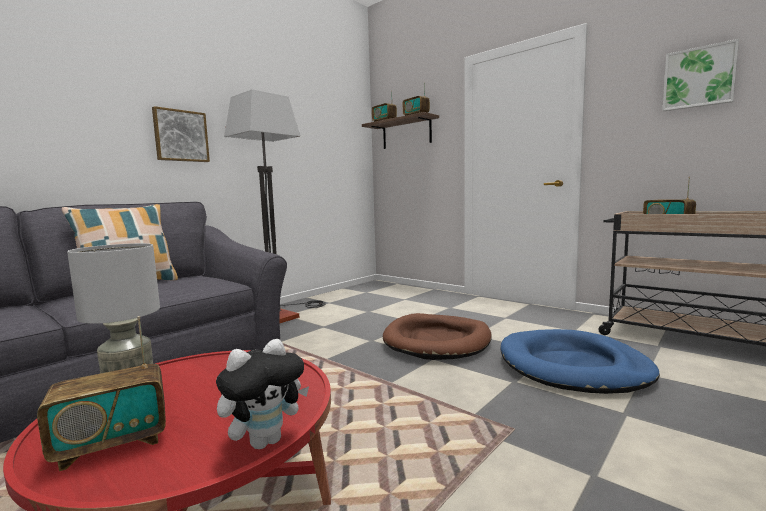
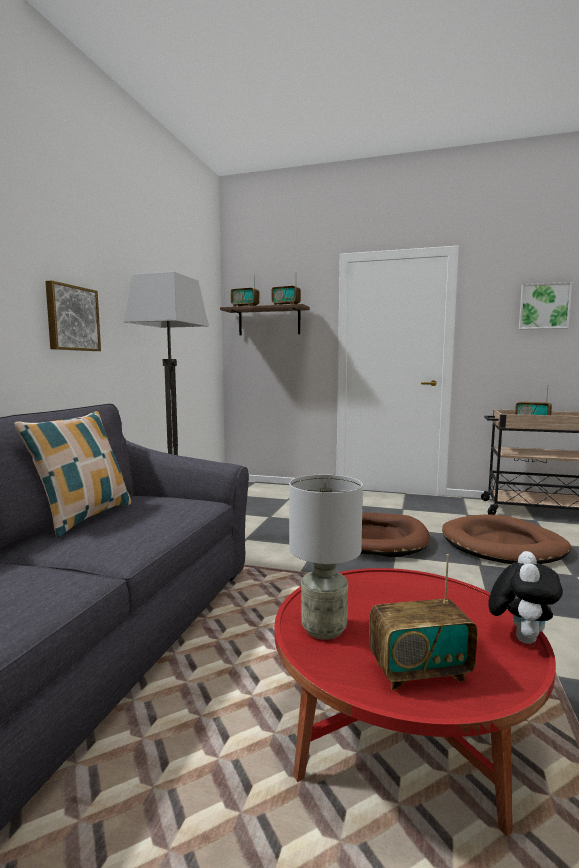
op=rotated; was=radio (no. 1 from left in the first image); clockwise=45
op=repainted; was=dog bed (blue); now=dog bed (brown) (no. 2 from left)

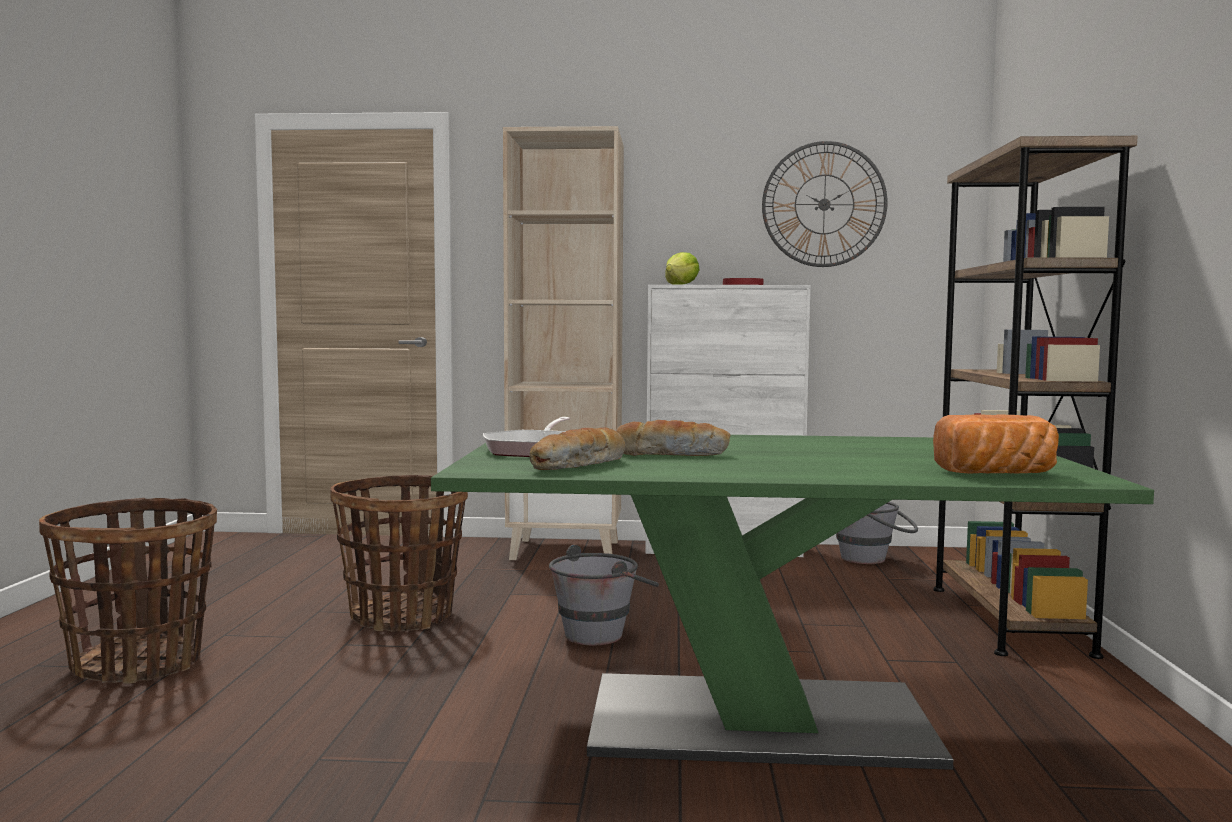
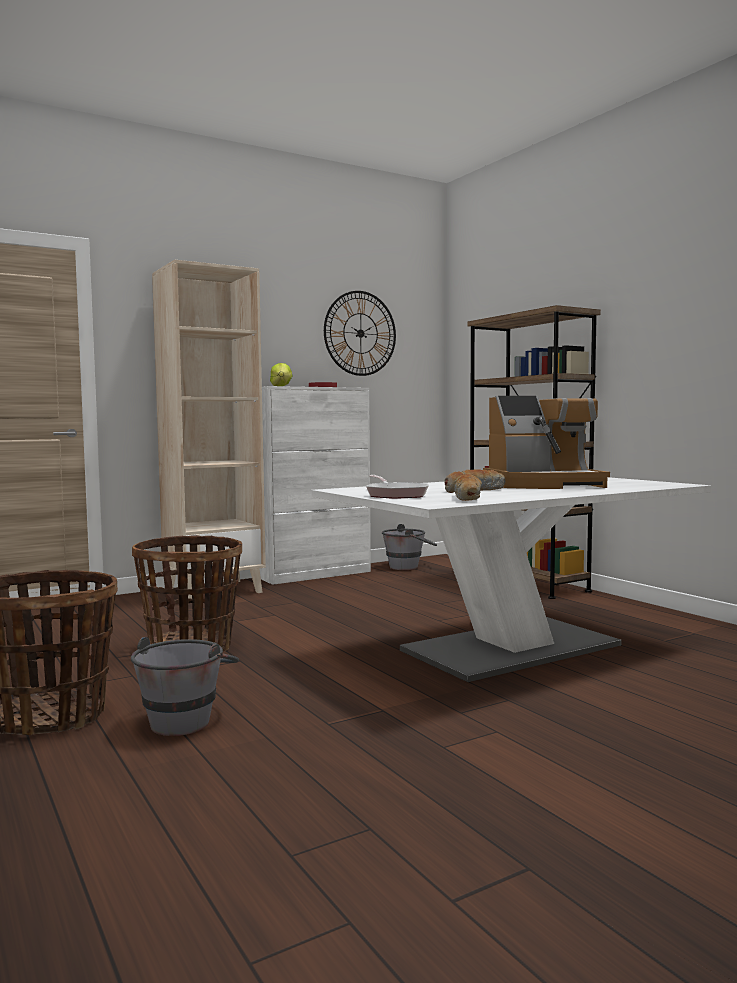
op=repainted; was=dining table (green); now=dining table (white)
op=shifted; was=bucket (grey) (no. 1 from left)
op=gone; was=bread (no. 3 from left)
op=new; now=coffee machine

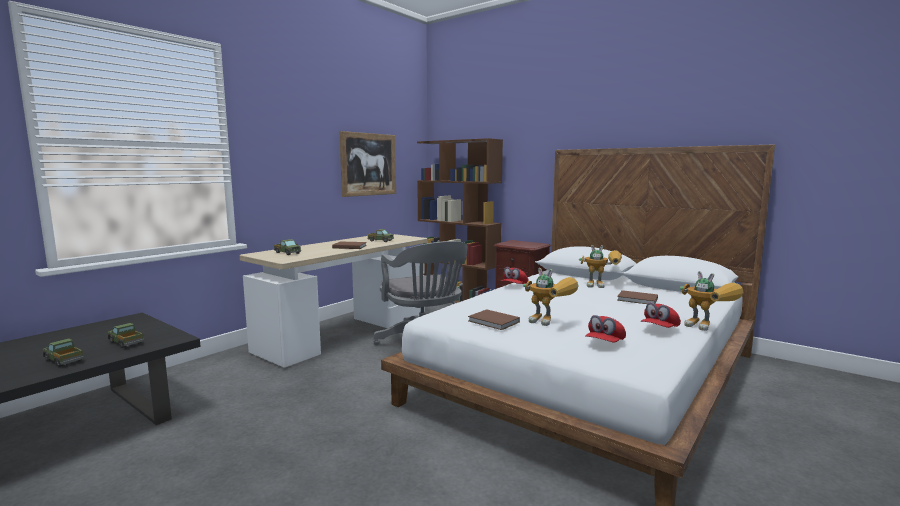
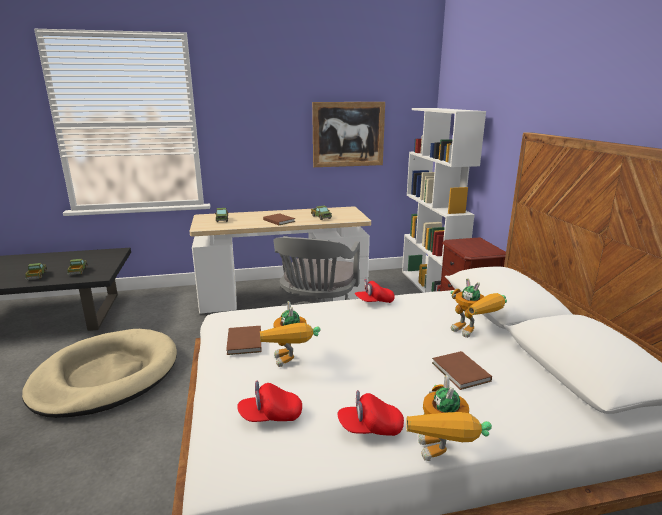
op=repainted; was=bookcase (brown); now=bookcase (white)
op=new; now=dog bed (beige)

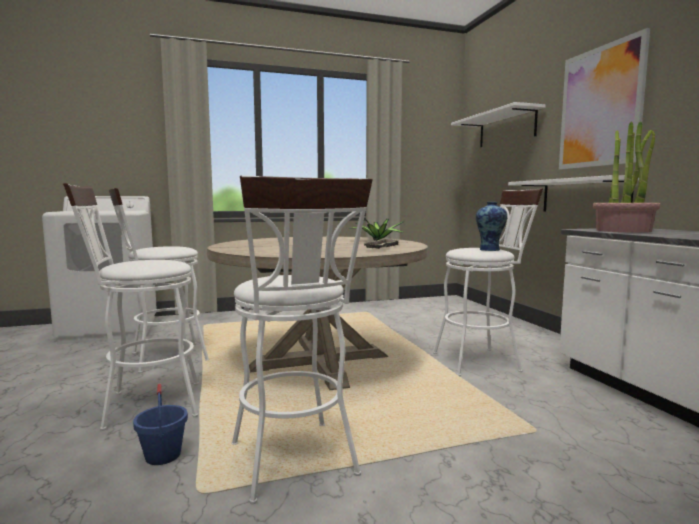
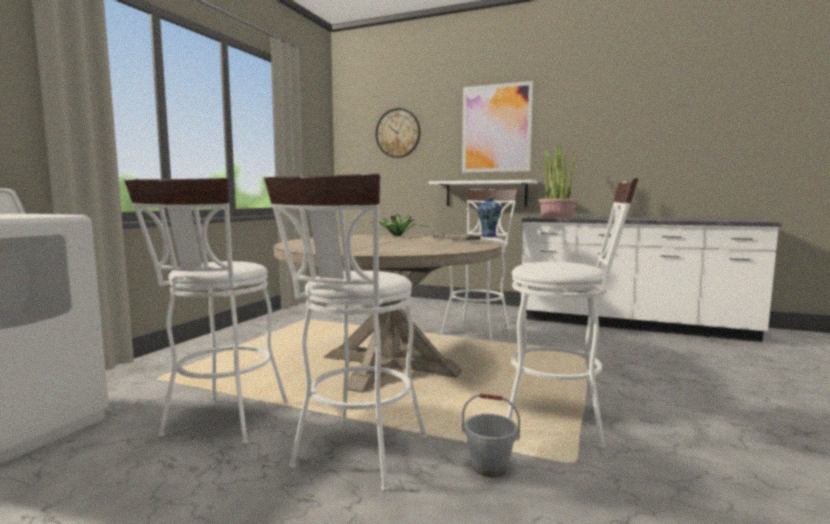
op=repainted; was=bucket (blue); now=bucket (grey)
op=swapped; was=shelf (white) (no. 1 from left); now=wall clock

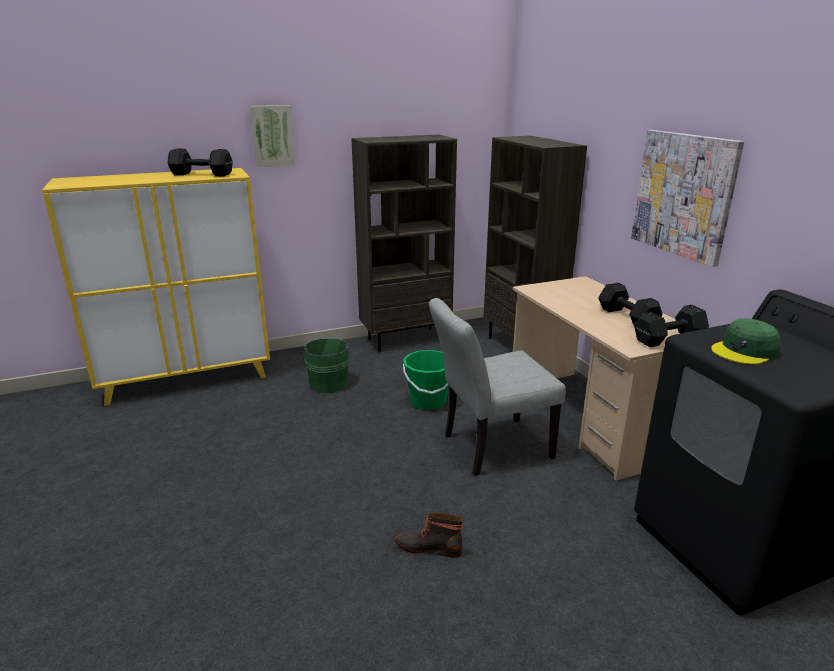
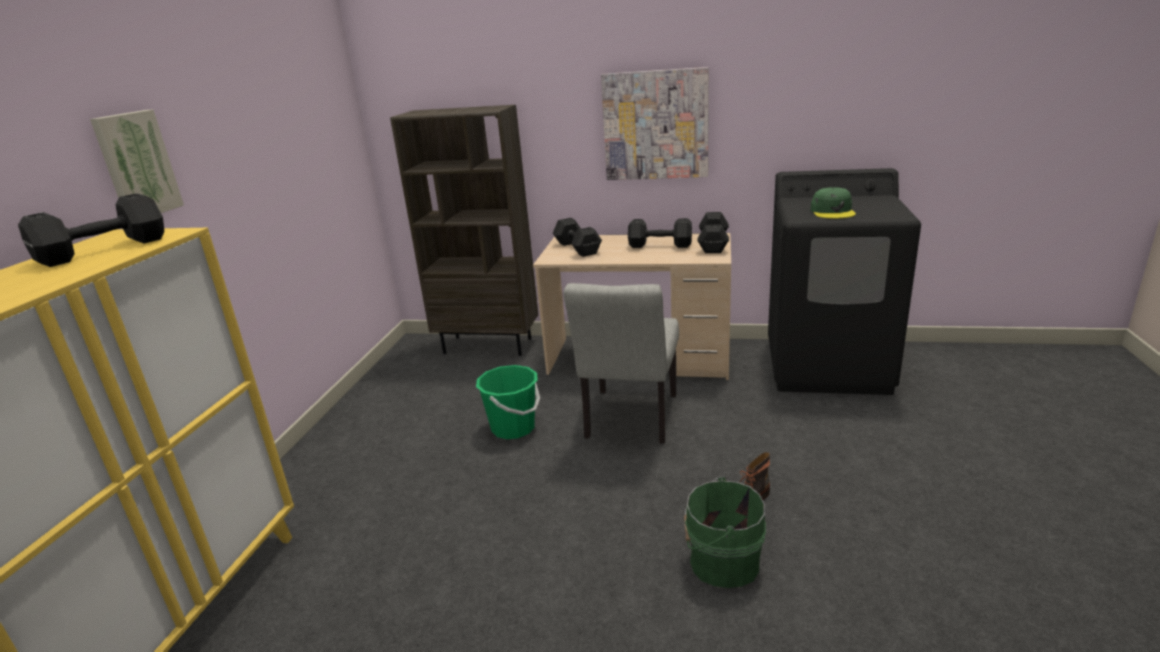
op=shifted; was=bucket (green) (no. 1 from left in the first image); now=bucket (green) (no. 2 from left)
op=gone; was=bookcase (brown) (no. 1 from left)
op=new; now=dumbbell (black) (no. 2 from left)

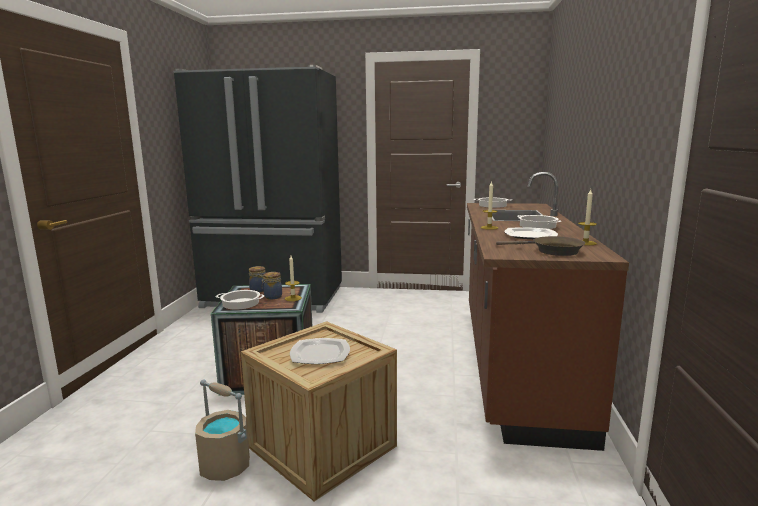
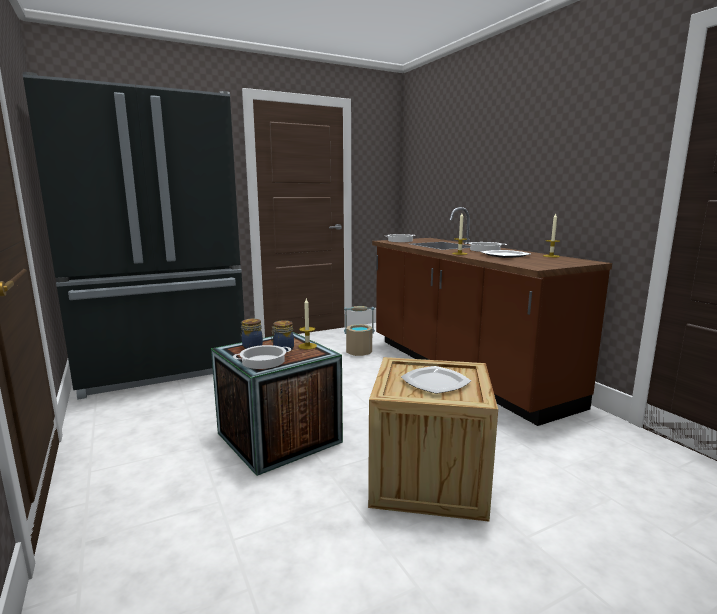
op=shifted; was=bucket (beige)
op=gone; was=frying pan (brown)

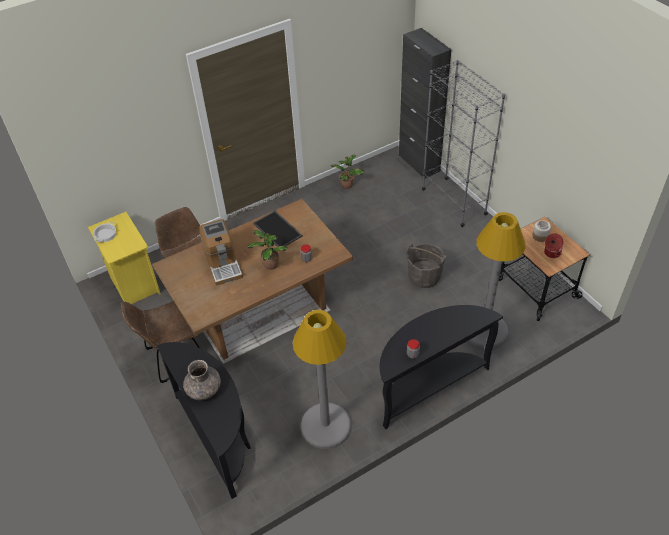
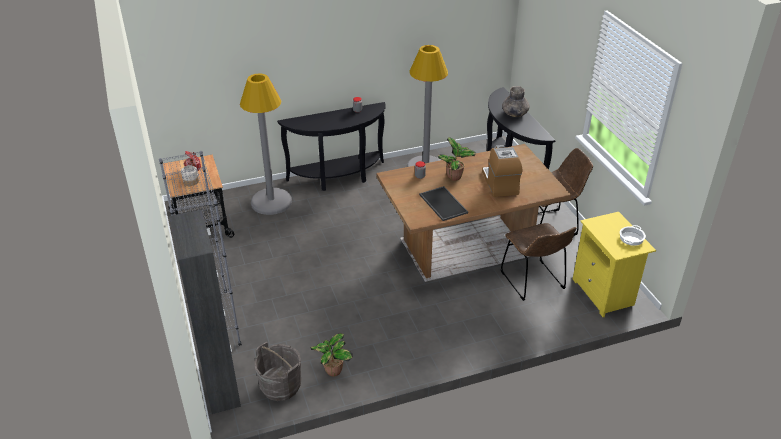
op=shifted; was=bucket (grey)

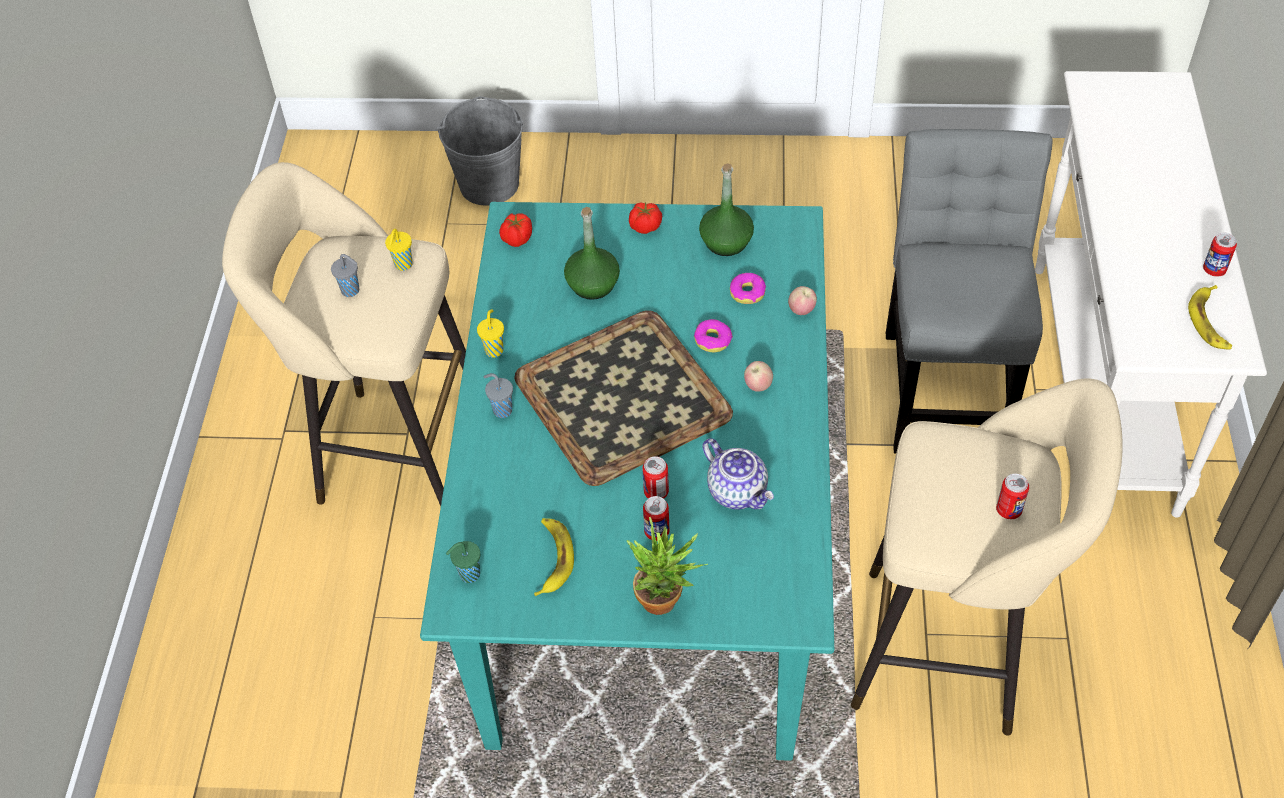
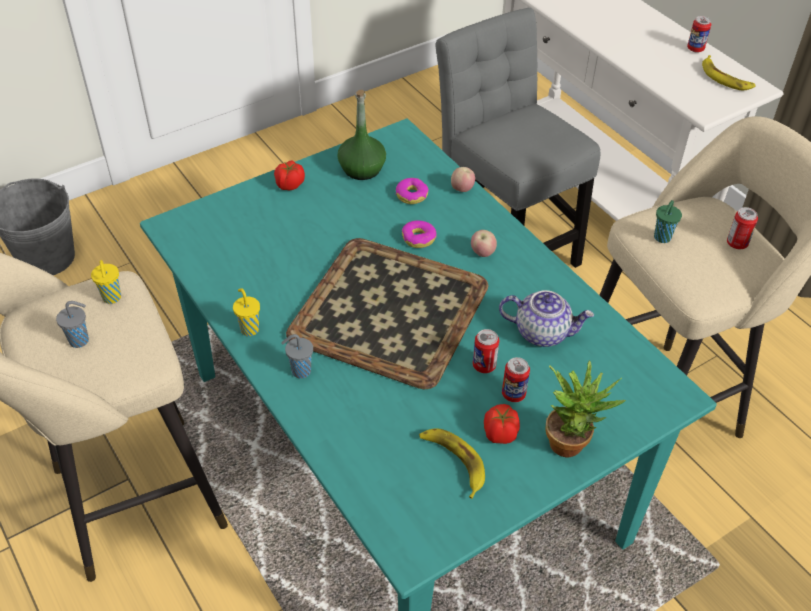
op=shifted; was=cup (green)
op=shifted; was=tomato (no. 1 from left in the first image); now=tomato (no. 2 from left)
op=gone; was=bottle (green) (no. 1 from left)

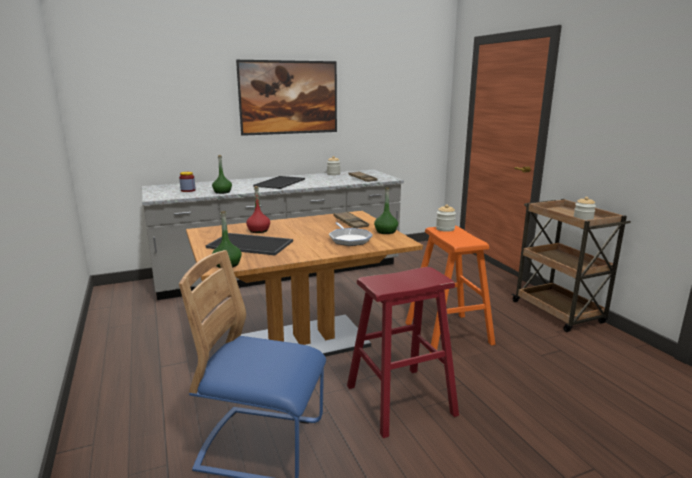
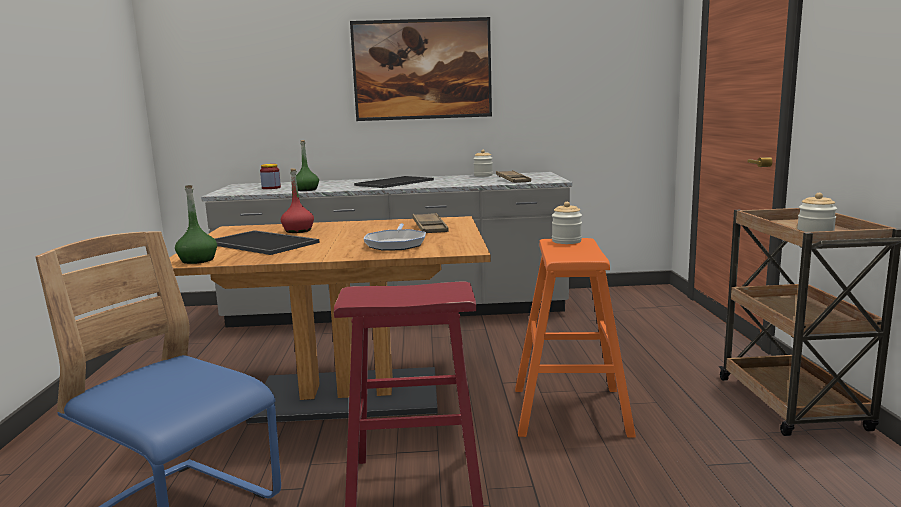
op=gone; was=bottle (green) (no. 3 from left)

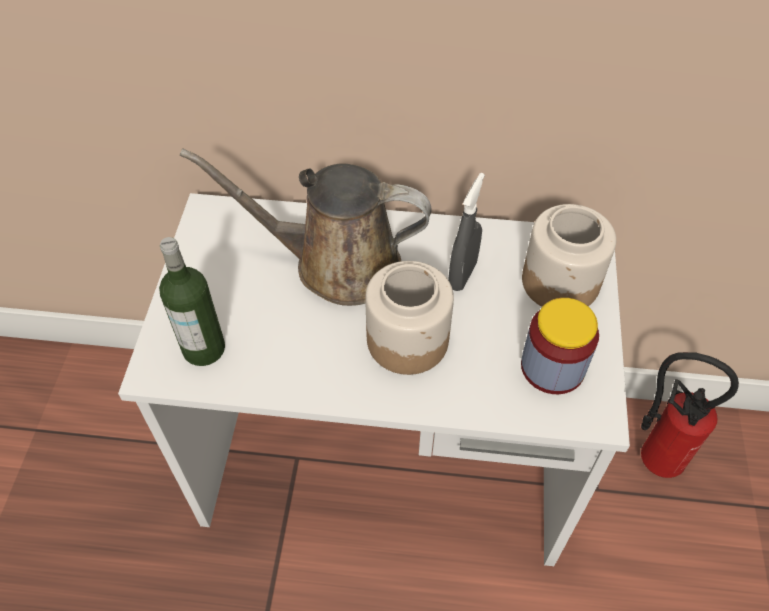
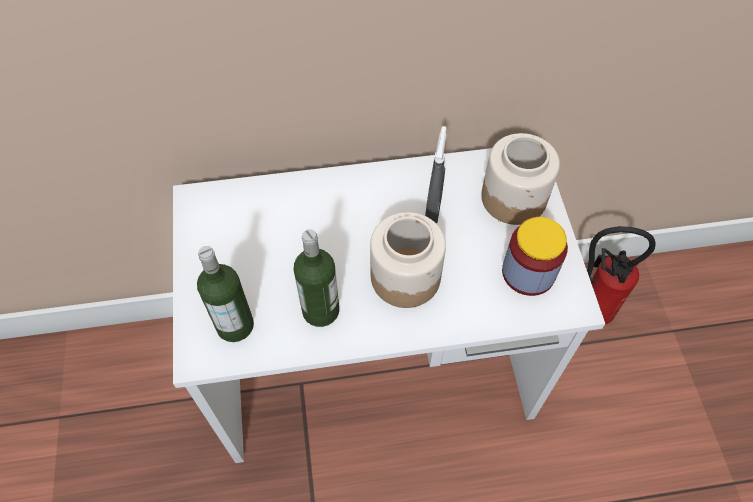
op=gone; was=watering can (brown)
op=new; now=bottle (no. 2 from left)

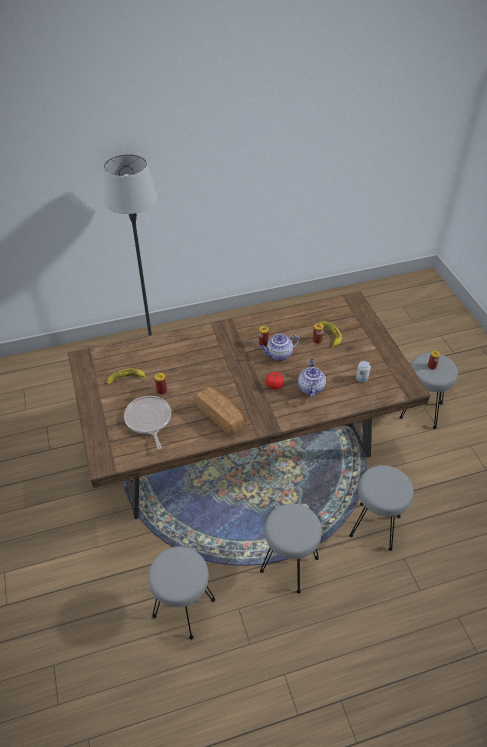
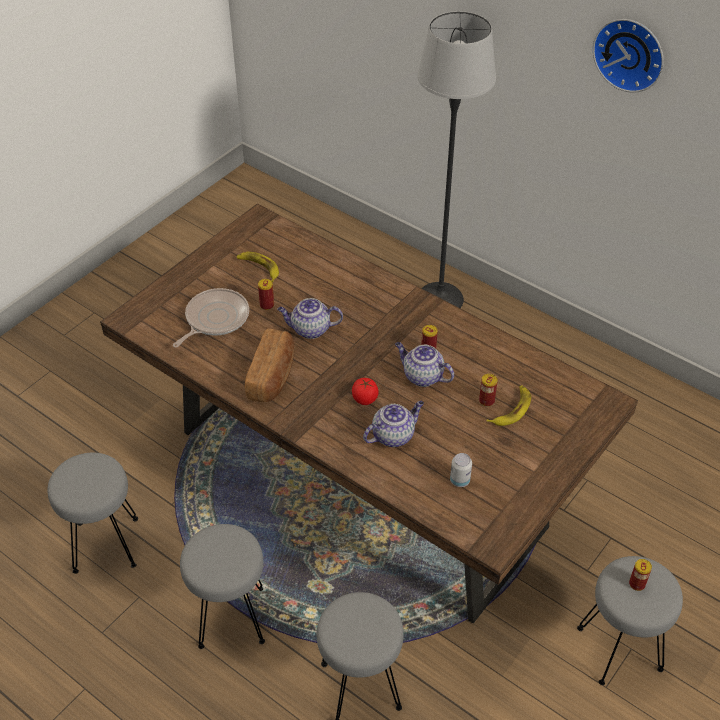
op=new; now=teapot (no. 1 from left)
op=new; now=wall clock

